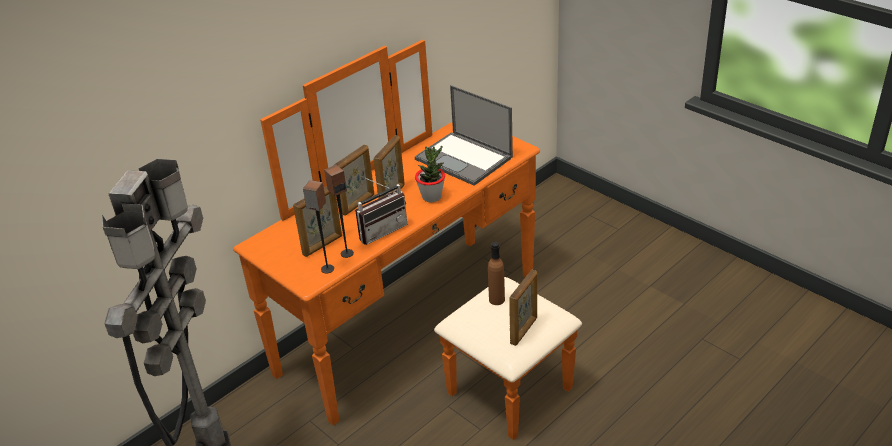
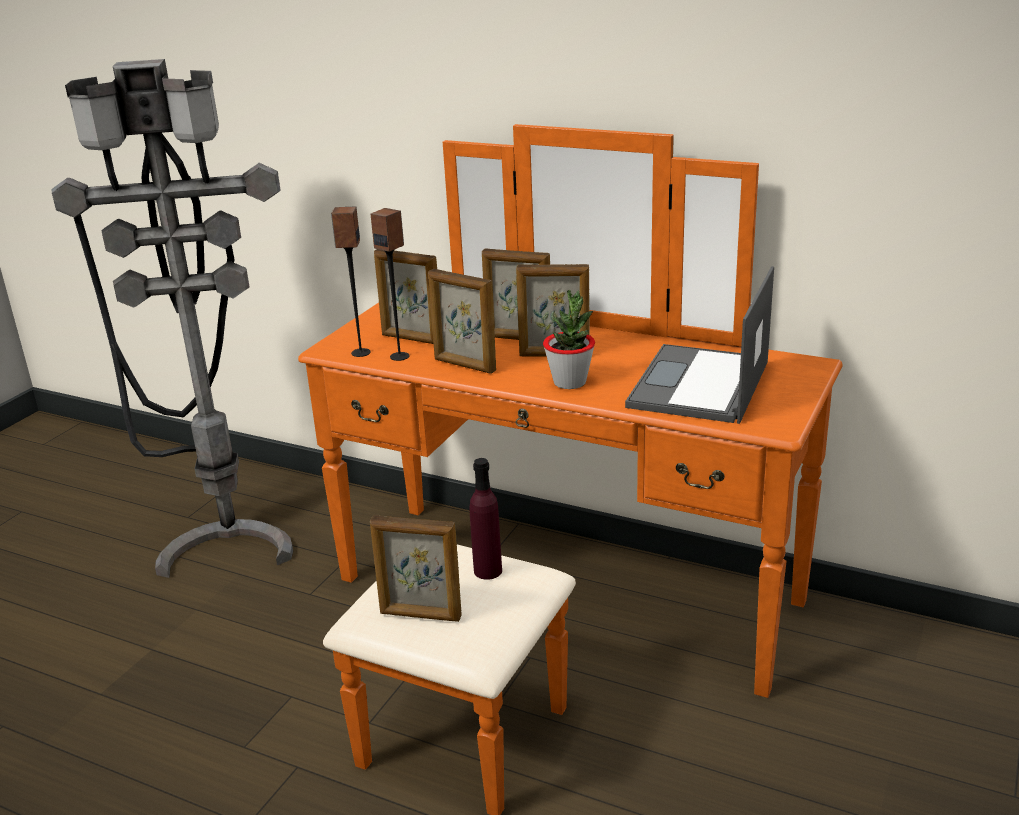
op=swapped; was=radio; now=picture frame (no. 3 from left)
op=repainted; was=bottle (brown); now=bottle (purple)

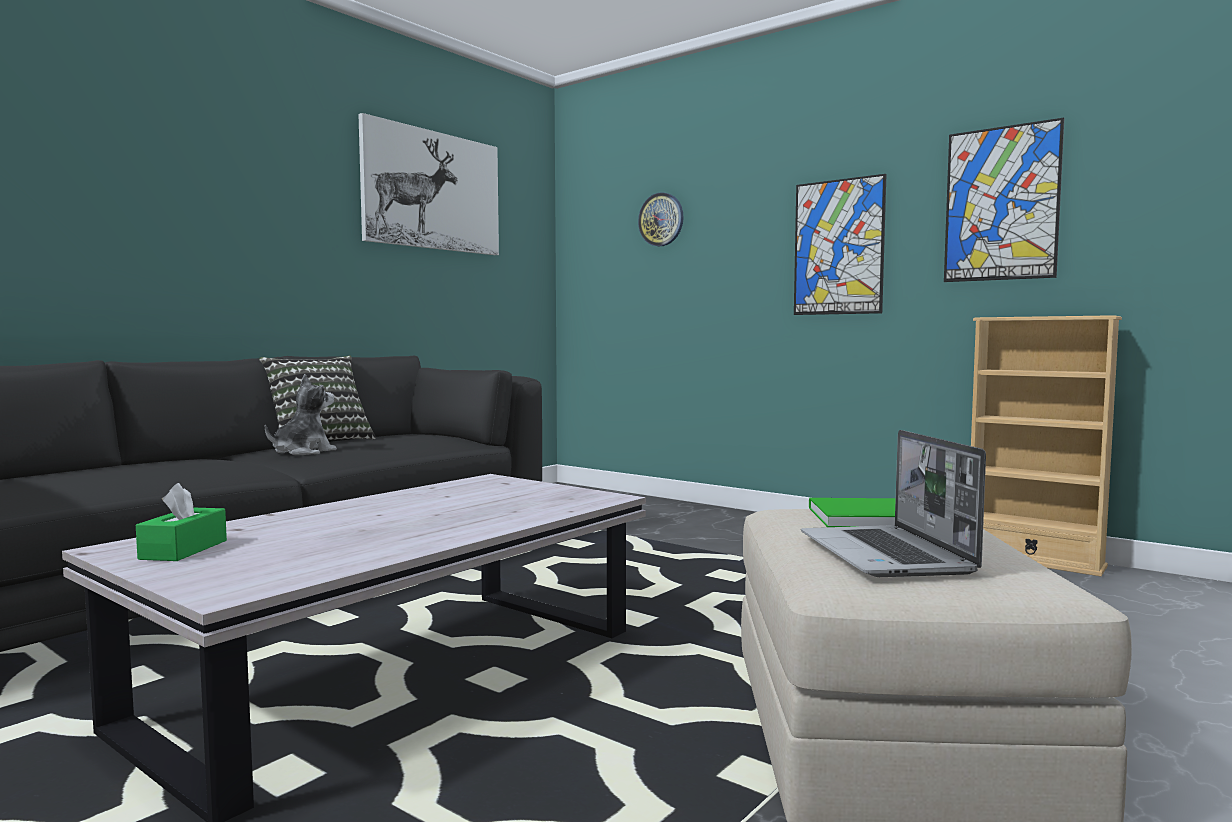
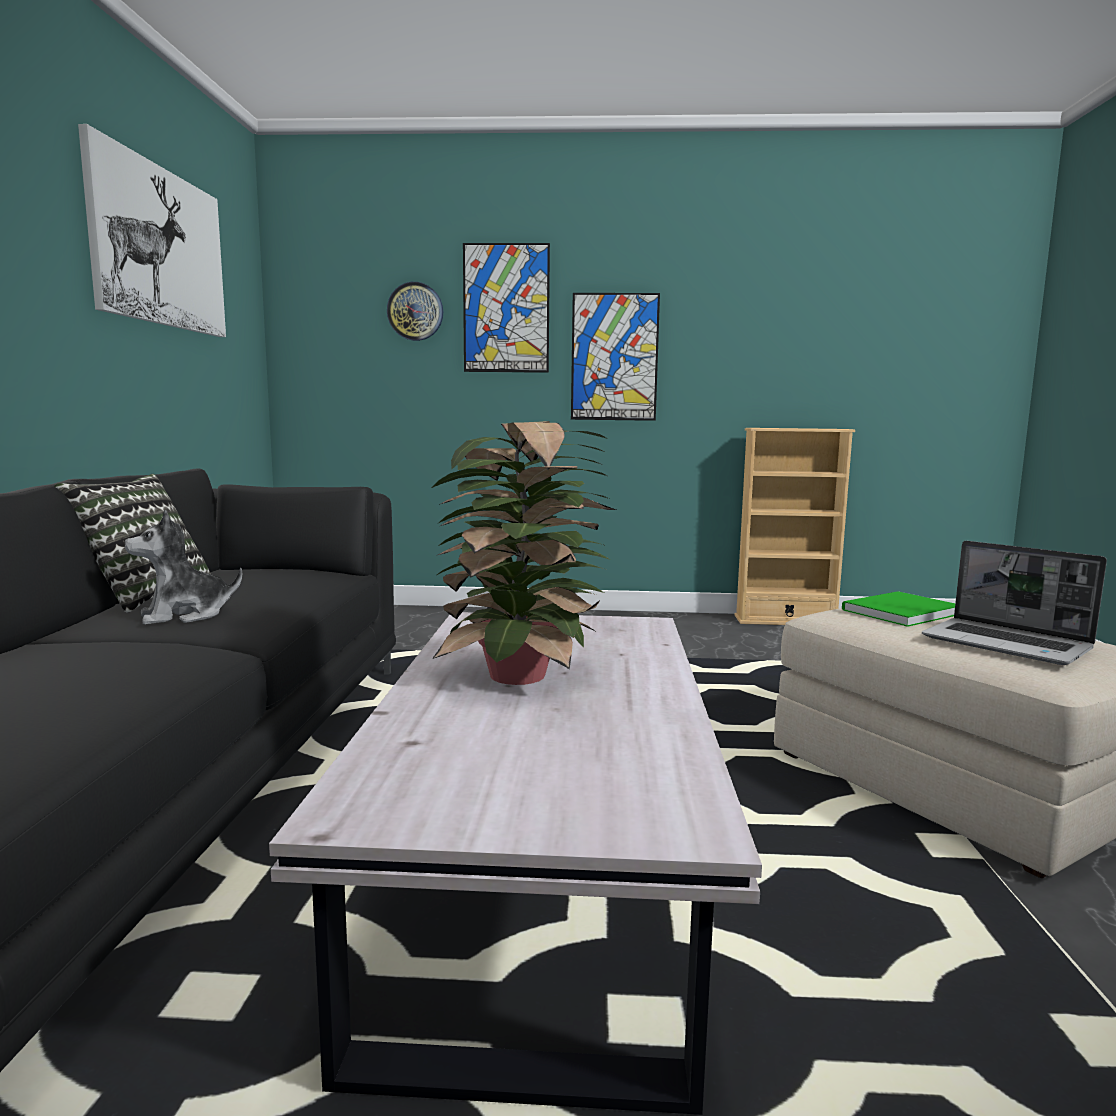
op=gone; was=tissue box (green)
op=rotated; was=plush toy; clockwise=-120
op=shifted; was=picture (no. 3 from left in the first image); now=picture (no. 2 from left)
op=new; now=potted plant

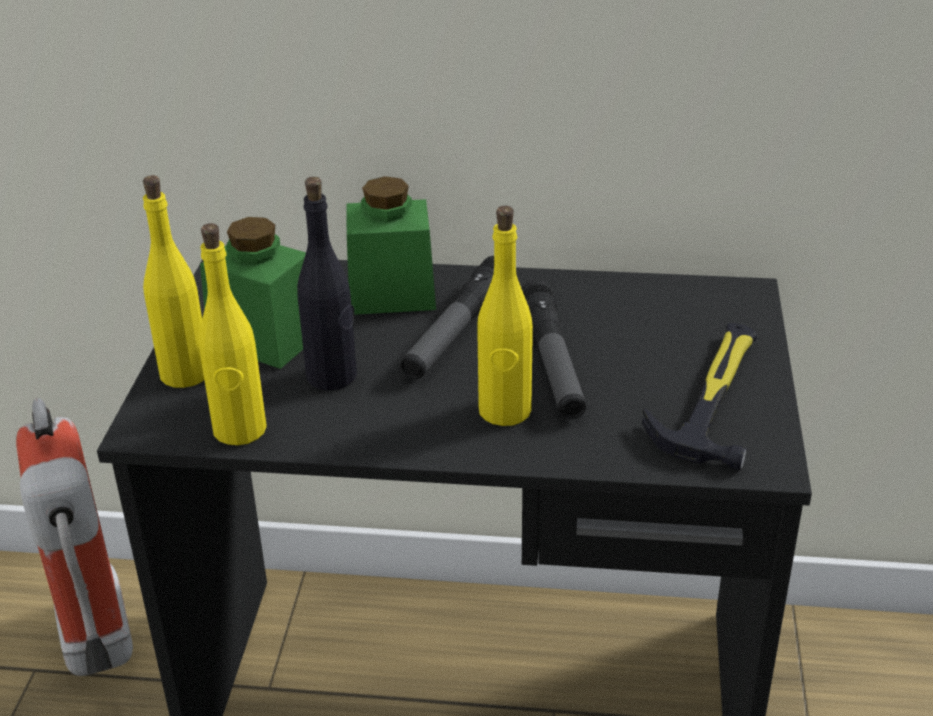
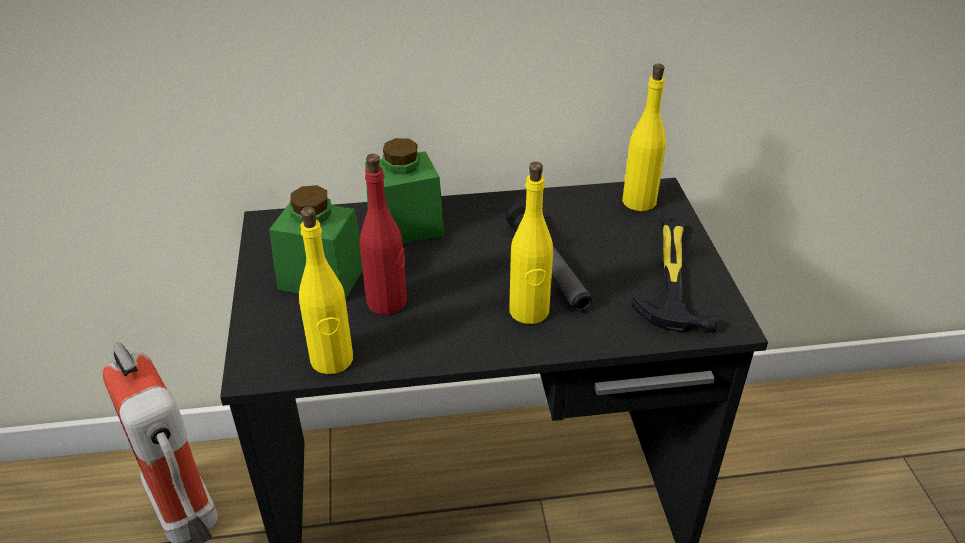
op=shifted; was=bottle (yellow) (no. 1 from left in the first image); now=bottle (yellow) (no. 3 from left)
op=repainted; was=bottle (black); now=bottle (red)
op=gone; was=flashlight (no. 1 from left)

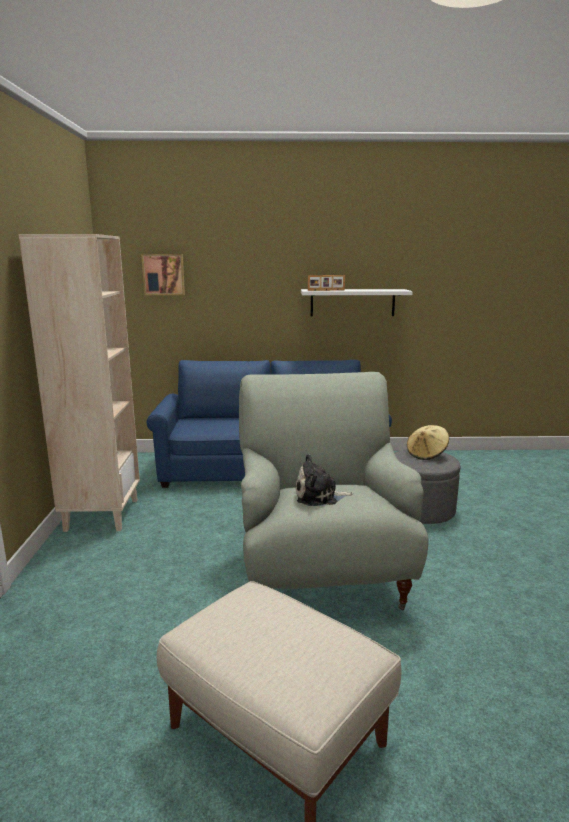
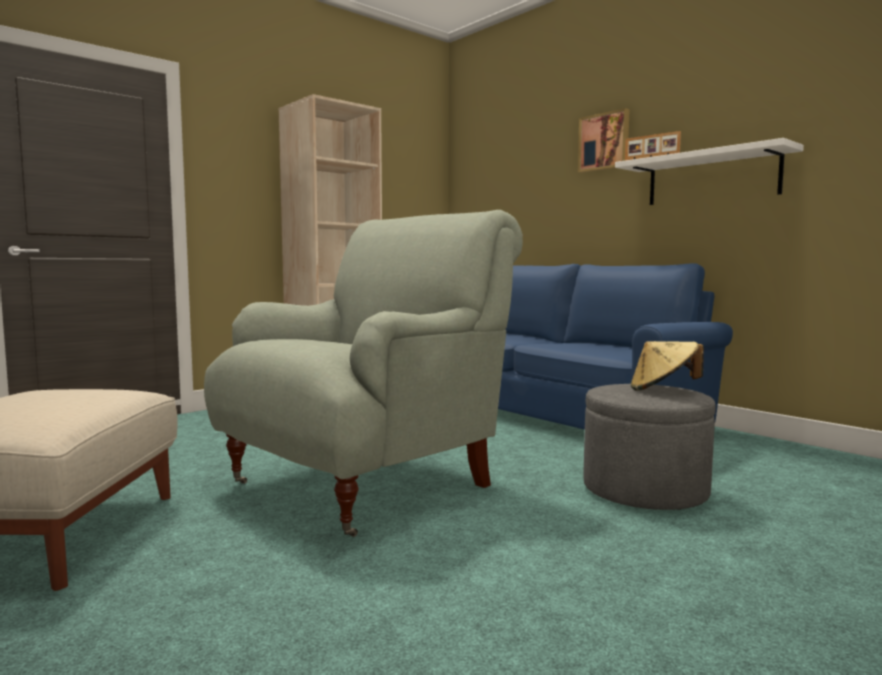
op=shifted; was=picture
op=gone; was=plush toy

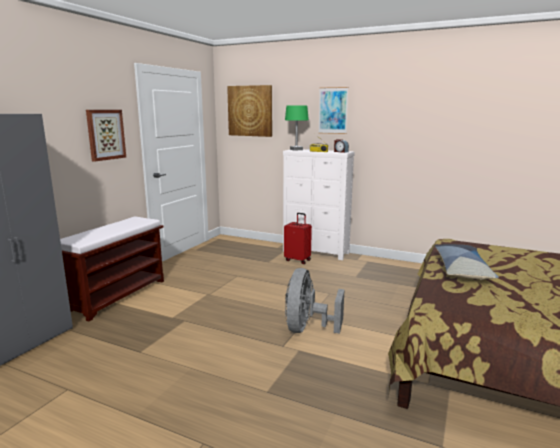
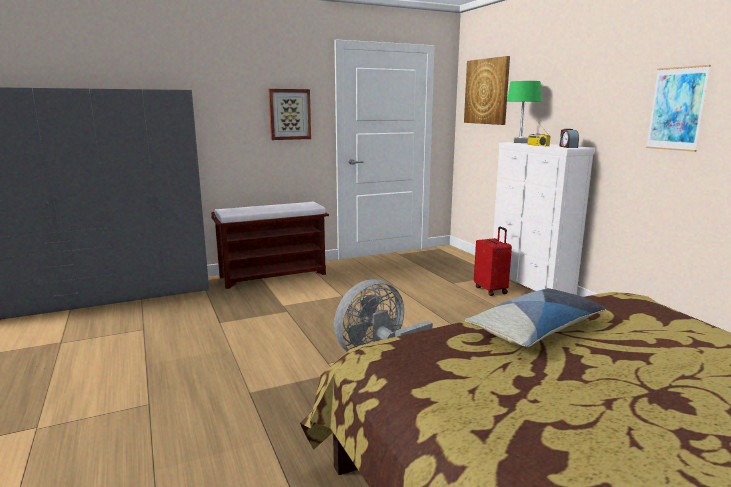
op=shifted; was=picture (no. 3 from left)

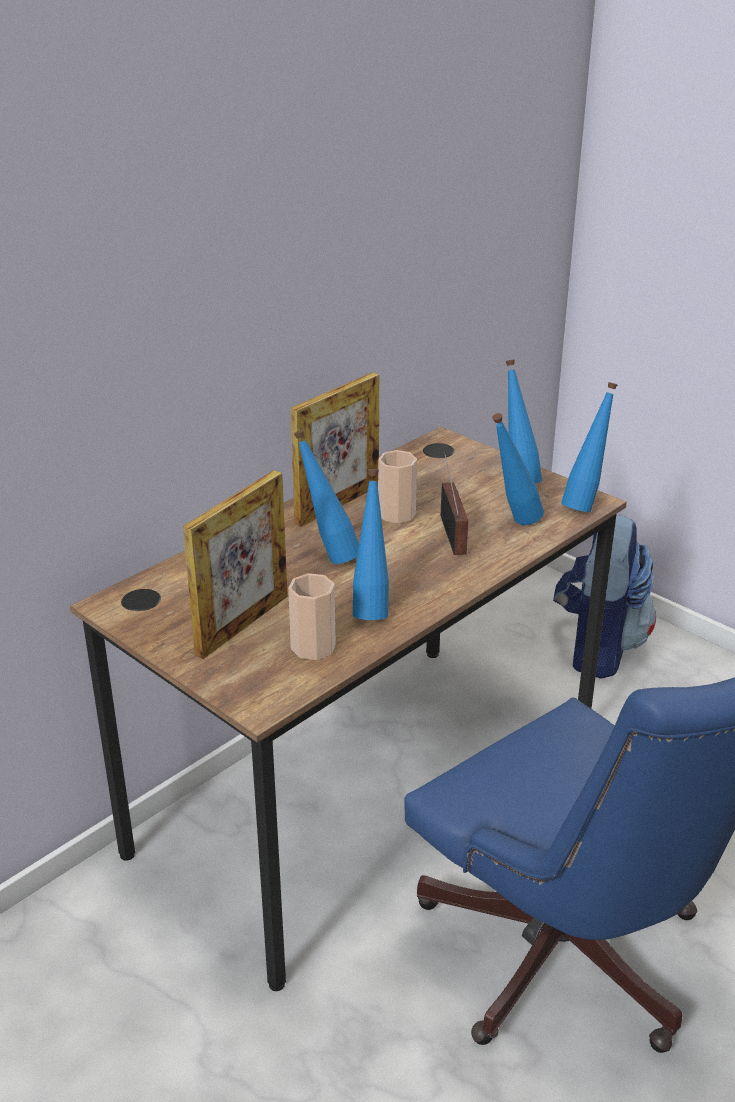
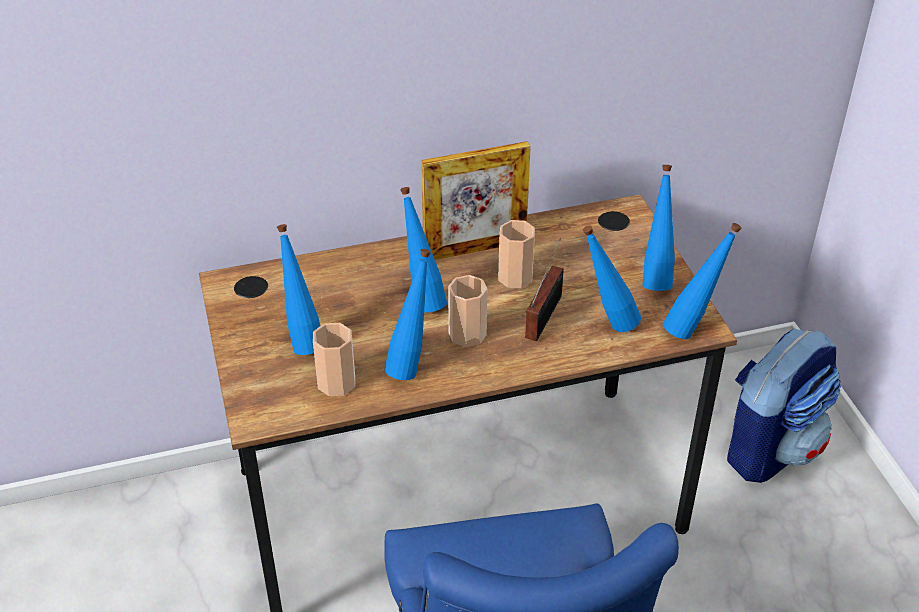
op=swapped; was=picture frame (no. 1 from left); now=bottle (blue) (no. 1 from left)
op=new; now=cup (no. 2 from left)

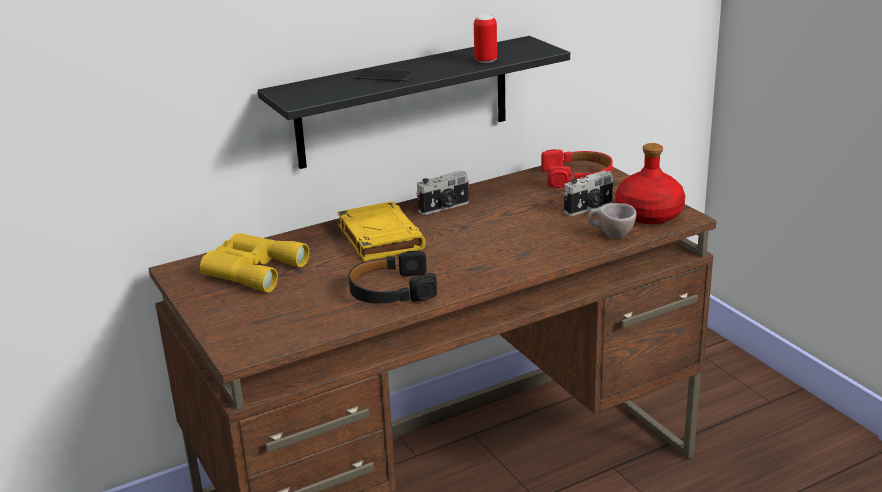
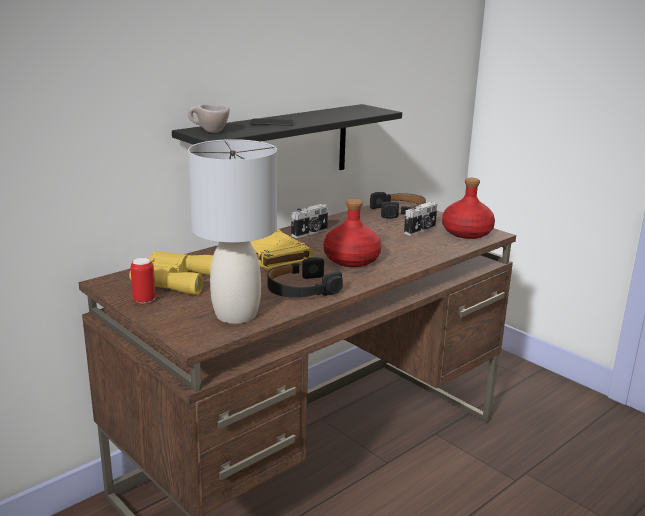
op=shifted; was=can
op=repainted; was=headphones (red); now=headphones (black) (no. 2 from left)
op=shifted; was=cup (beige)
op=new; now=table lamp (grey)
op=new; now=bottle (red) (no. 1 from left)

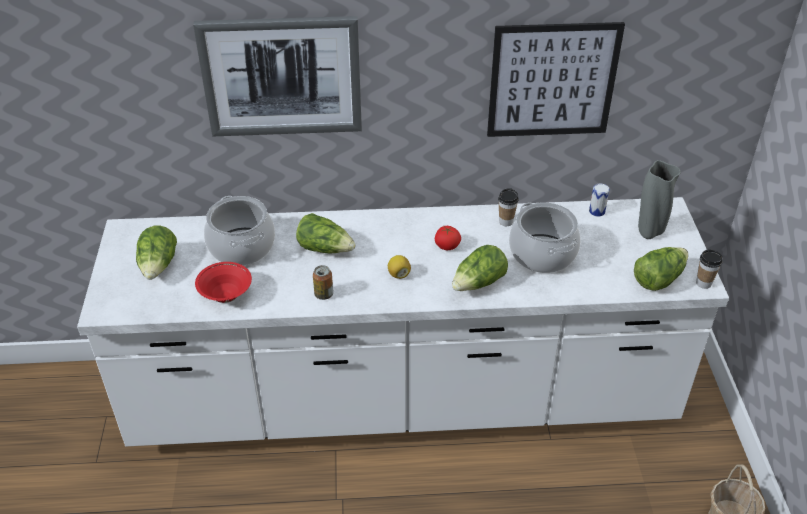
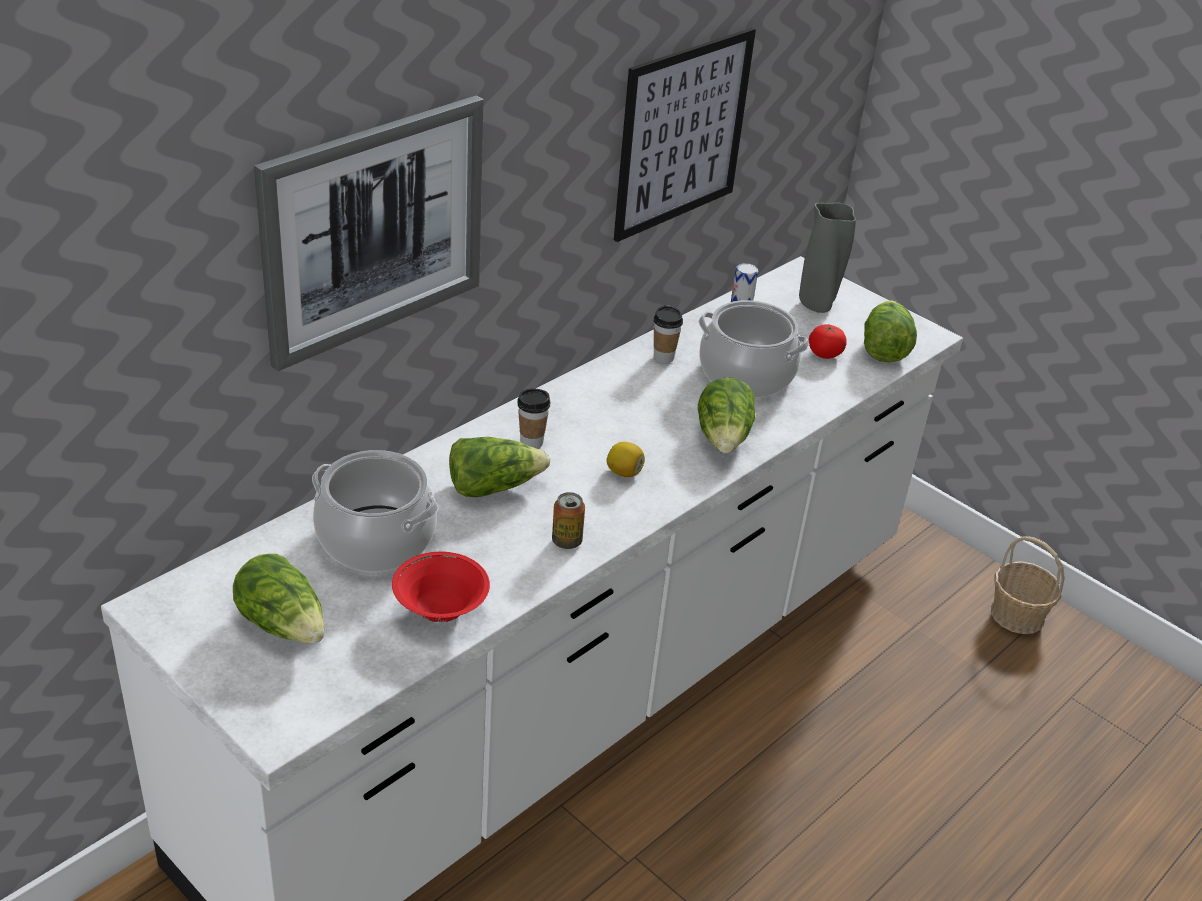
op=shifted; was=tomato
op=shifted; was=cup (no. 2 from left in the first image); now=cup (no. 1 from left)

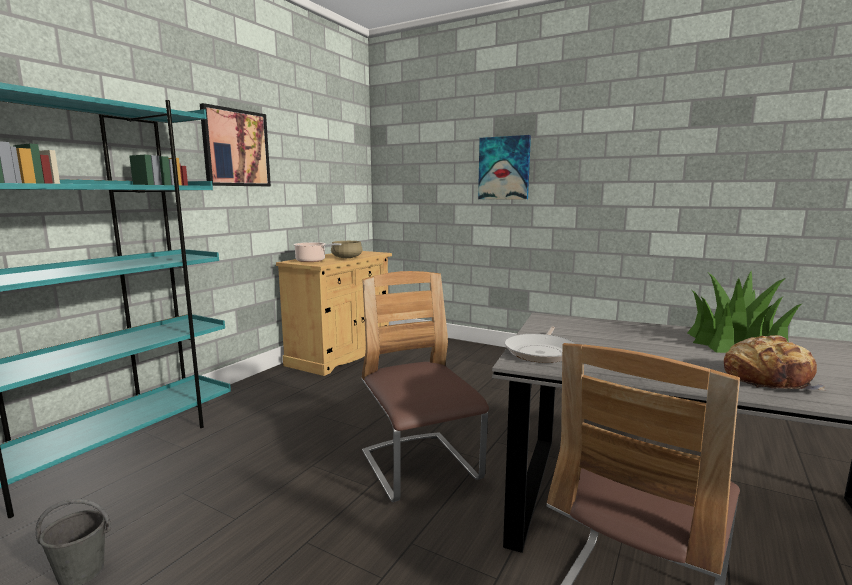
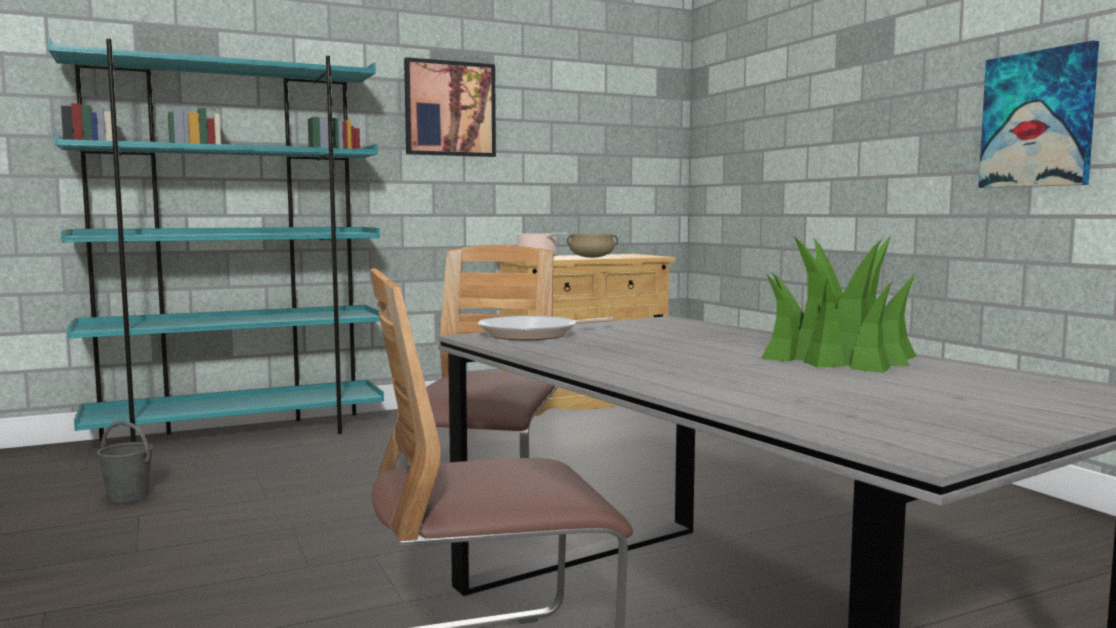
op=shifted; was=picture (no. 2 from left)
op=gone; was=bread

